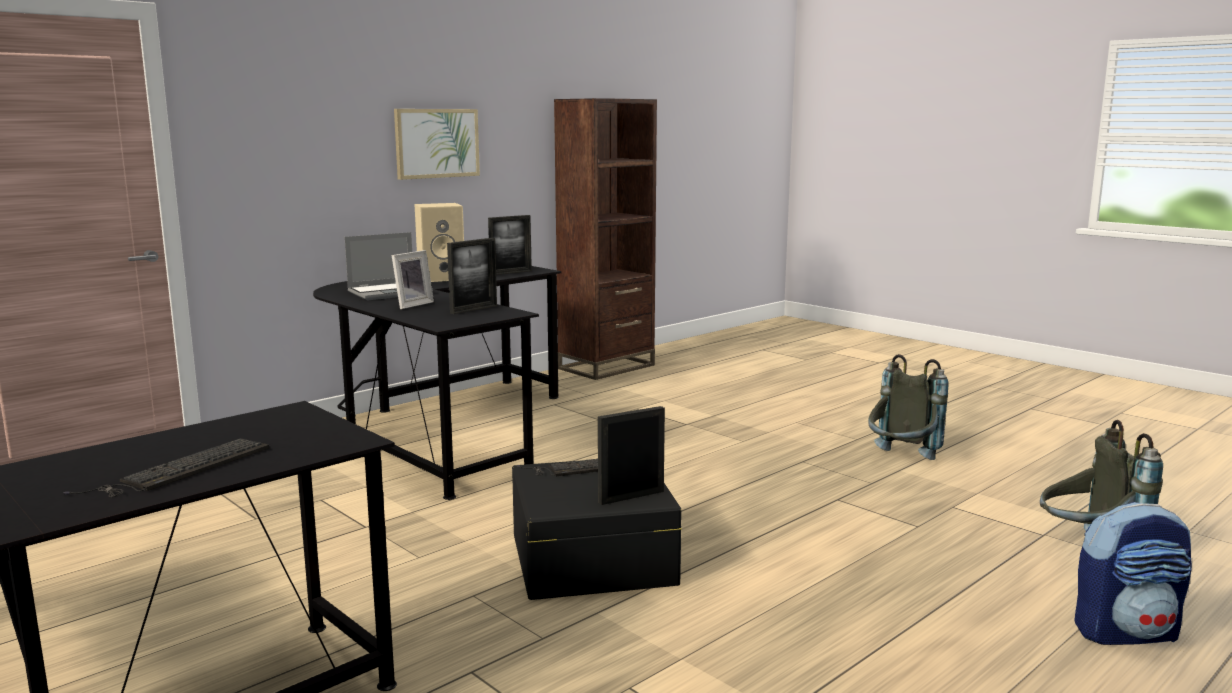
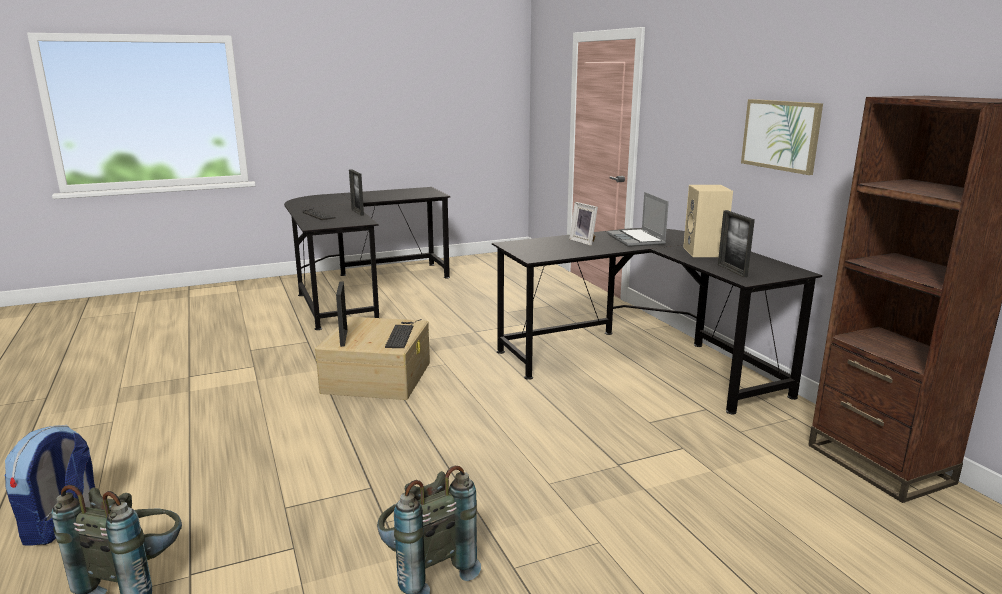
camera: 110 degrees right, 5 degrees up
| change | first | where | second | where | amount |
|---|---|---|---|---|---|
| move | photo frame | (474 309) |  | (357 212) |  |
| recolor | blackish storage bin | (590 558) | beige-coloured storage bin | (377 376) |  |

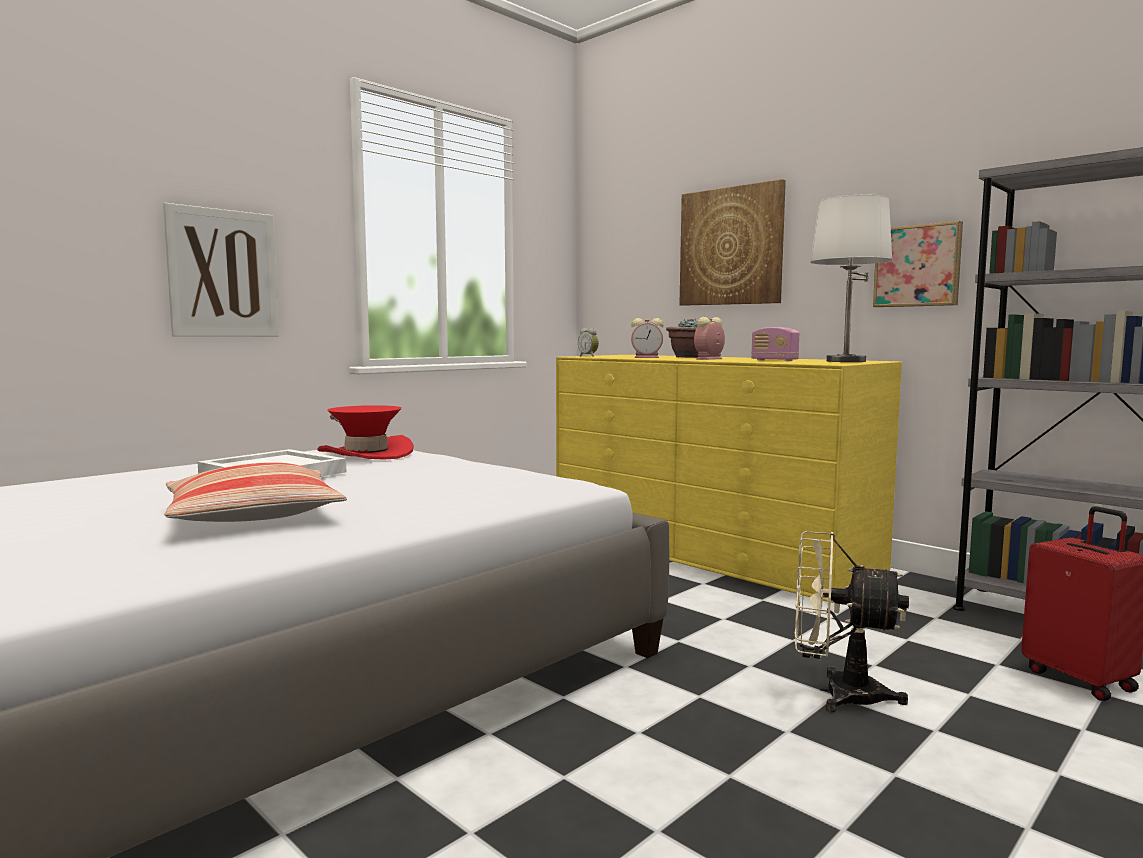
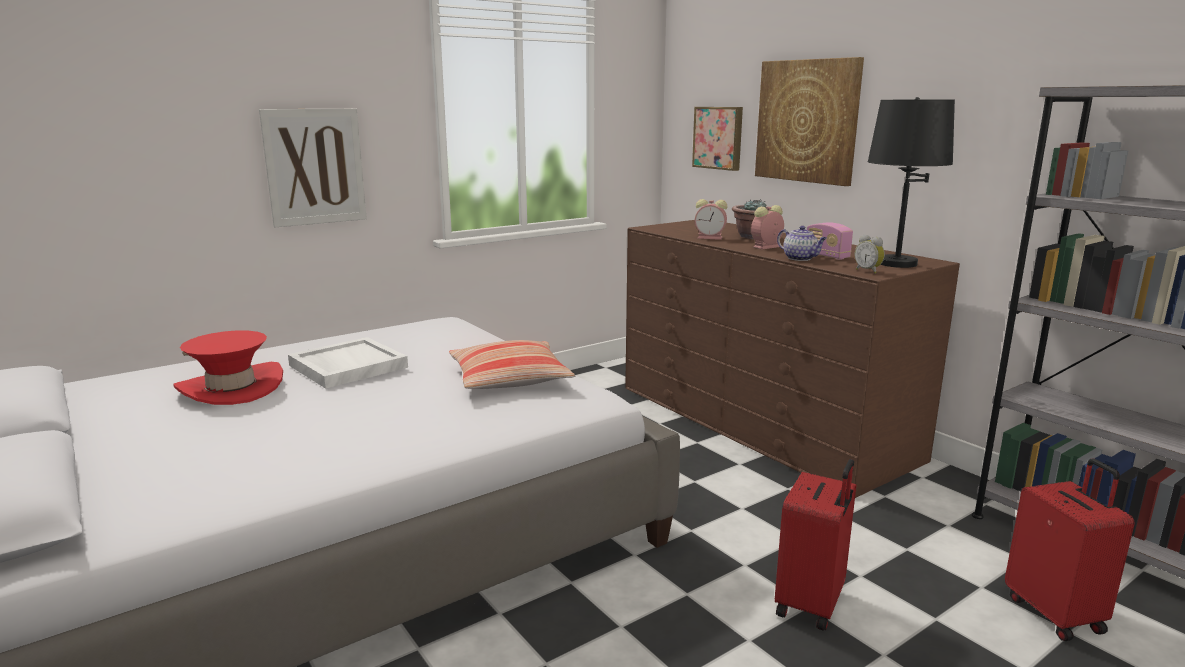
camera: 10 degrees right, 10 degrees up
| change | first | where | second | where | amount |
|---|---|---|---|---|---|
| recolor | white tabletop lamp | (846 361) | blackish tabletop lamp | (897 263) |  |
| move | wall art | (918 266) |  | (719 138) |  |
| move | table clock | (589 356) |  | (868 271) |  |
| recolor | yellow-coloured chest of drawers | (708 549) | brown chest of drawers | (760 421) |  |
| move | red hat | (366 454) |  | (231 388) |  |
| move | pillow | (254 515) |  | (510 379) |  |
| replace | beige-coloured fan | (837 693) | red piece of luggage | (811 604) |  |
| insert |  |  | pot for tea | (800 258) |  |

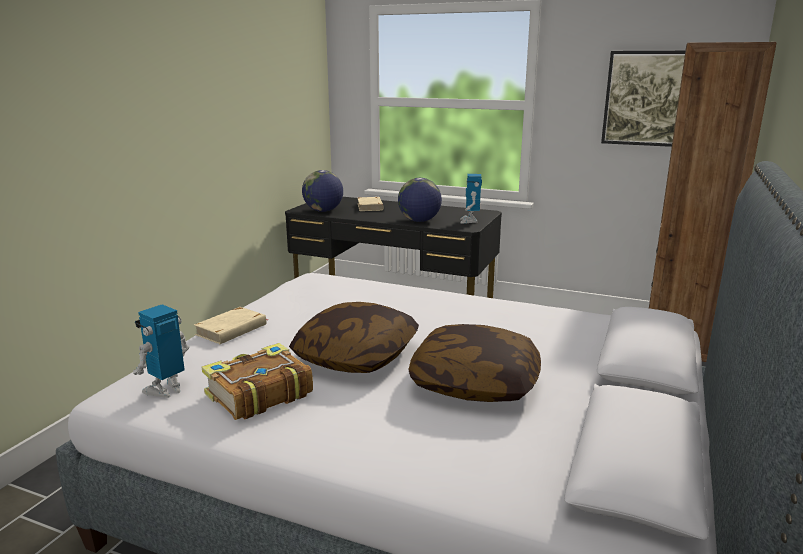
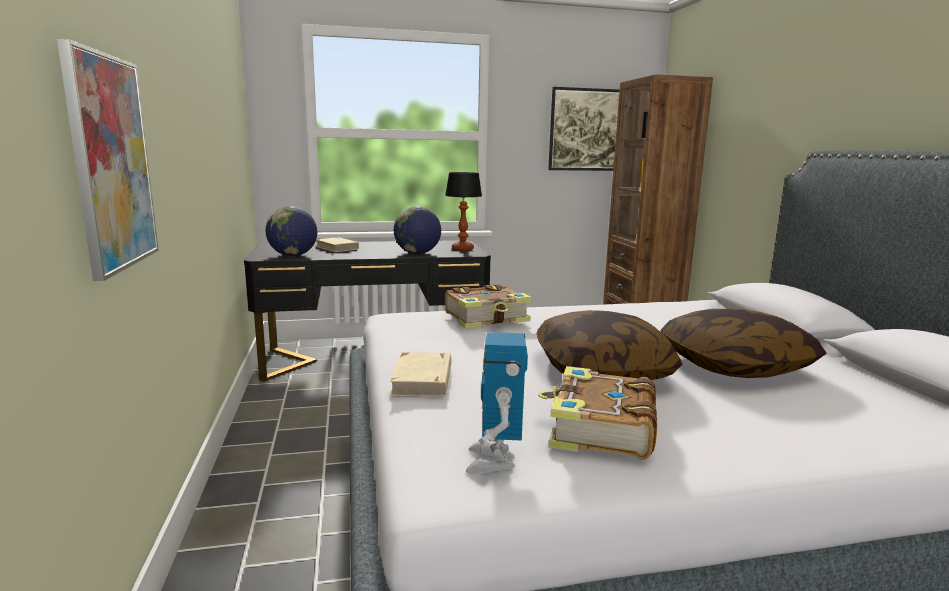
camera: 35 degrees left, 5 degrees down
| change | first | where | second | where | amount |
|---|---|---|---|---|---|
| replace | toy robot | (470 221) | tabletop lamp | (463 249) |  |
| insert |  |  | wall art | (111 163) |  |
| insert |  |  | volume | (487 318) |  |

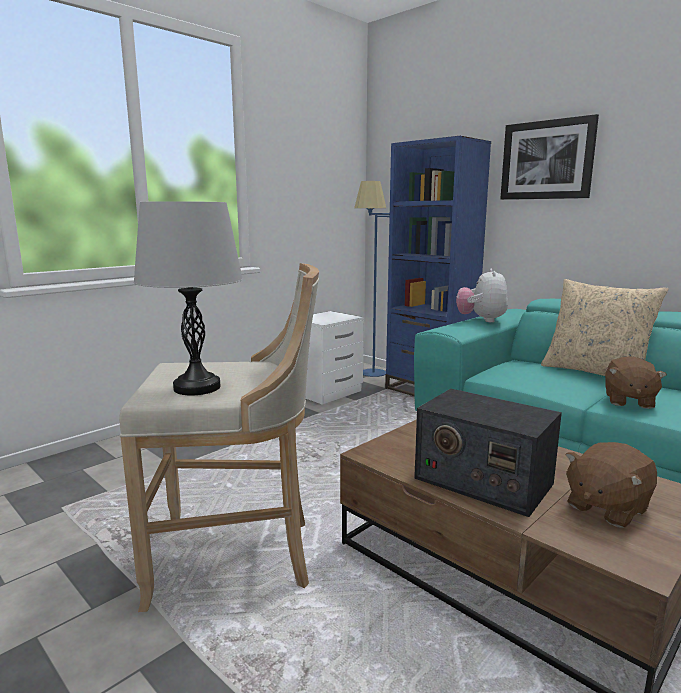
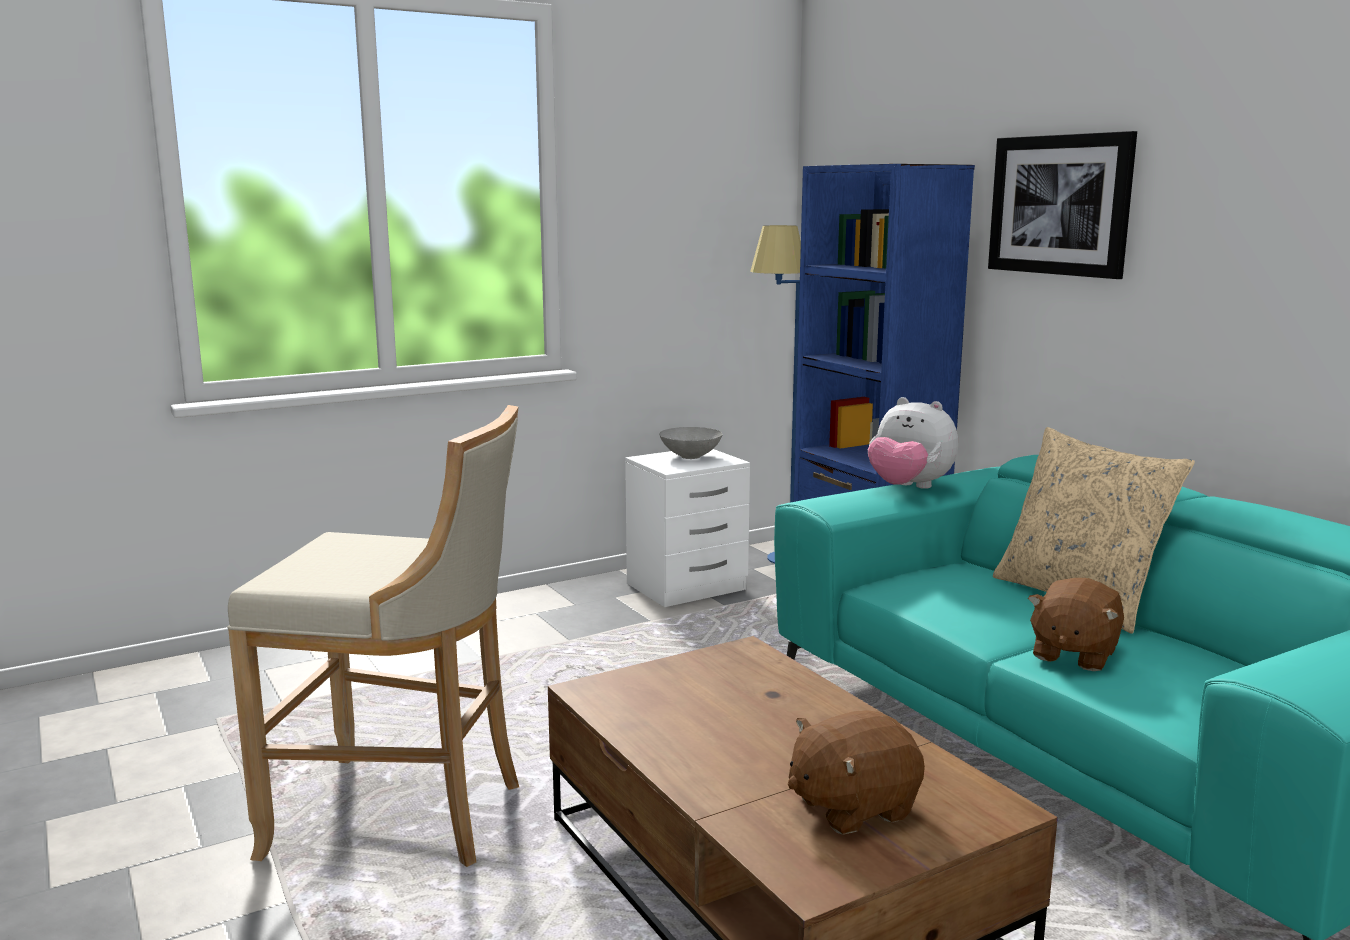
camera: 15 degrees right, 0 degrees up
| change | first | where | second | where | amount |
|---|---|---|---|---|---|
| delete | gray tabletop lamp | (197 387) |  |  |  |
| rotate | cuddly toy | (481 320) |  | (909 488) | 75 degrees counterclockwise |
| delete | radio receiver | (482 481) |  |  |  |
| insert |  |  | gray bowl | (690 457) |  |

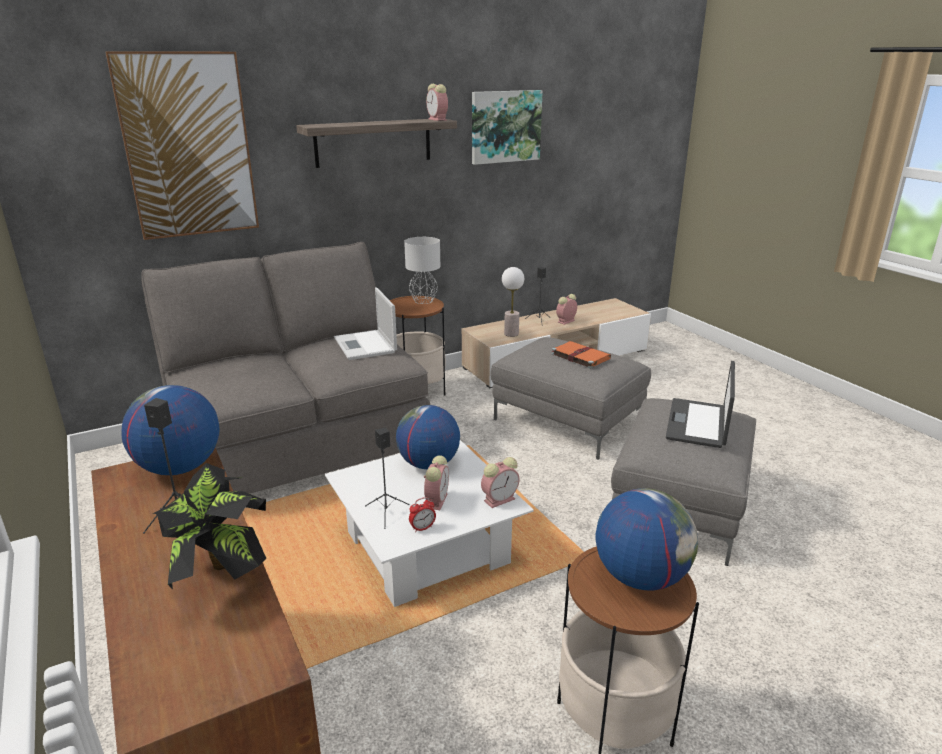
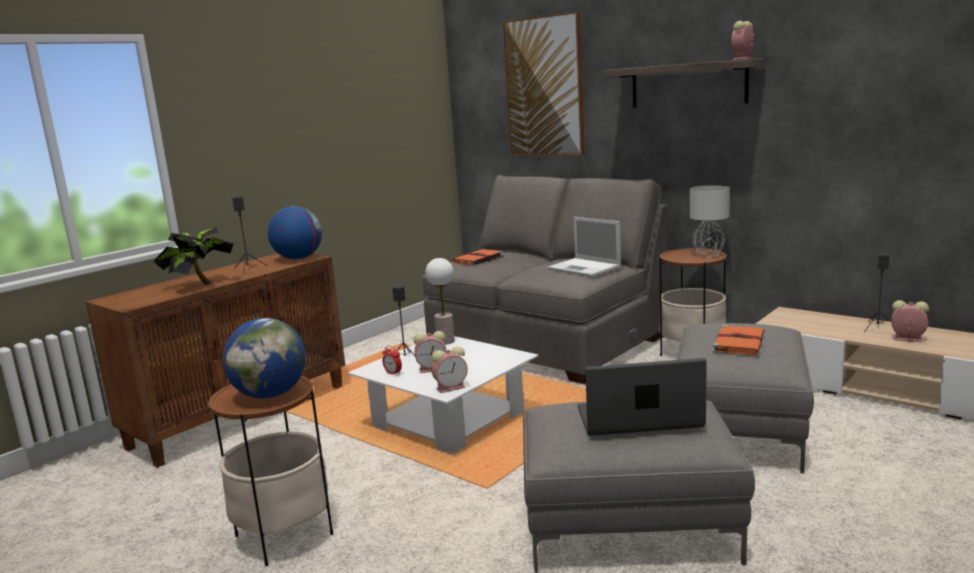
camera: 70 degrees right, 10 degrees down
| change | first | where | second | where | amount |
|---|---|---|---|---|---|
| delete | wall art | (505 126) |  |  |  |
| move | tabletop lamp | (511 334) |  | (445 341) |  |
| rotate | notebook computer | (365 346) |  | (585 268) | 90 degrees counterclockwise |
| delete | desk globe | (428 464) |  |  |  |
| rotate | table clock | (500 499) |  | (451 387) | 60 degrees counterclockwise |
| insert |  |  | orange-coloured volume | (477 260) |  |

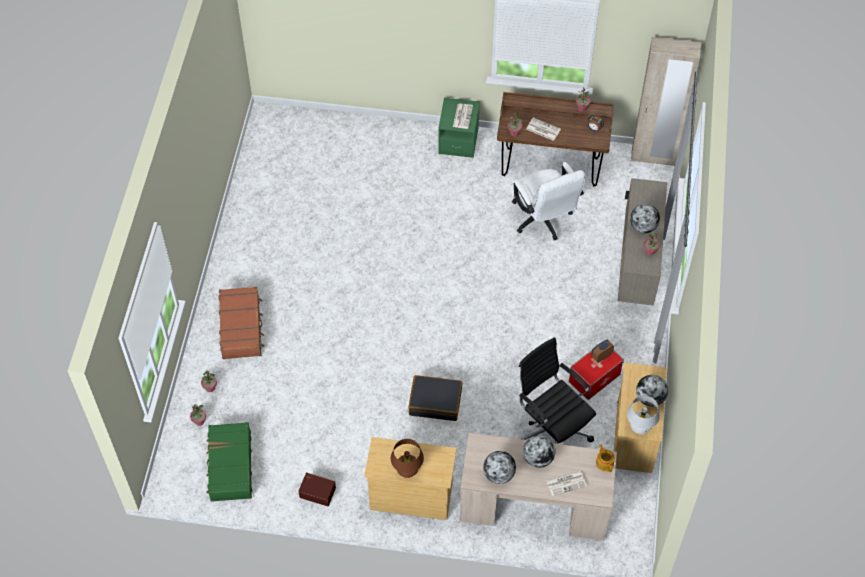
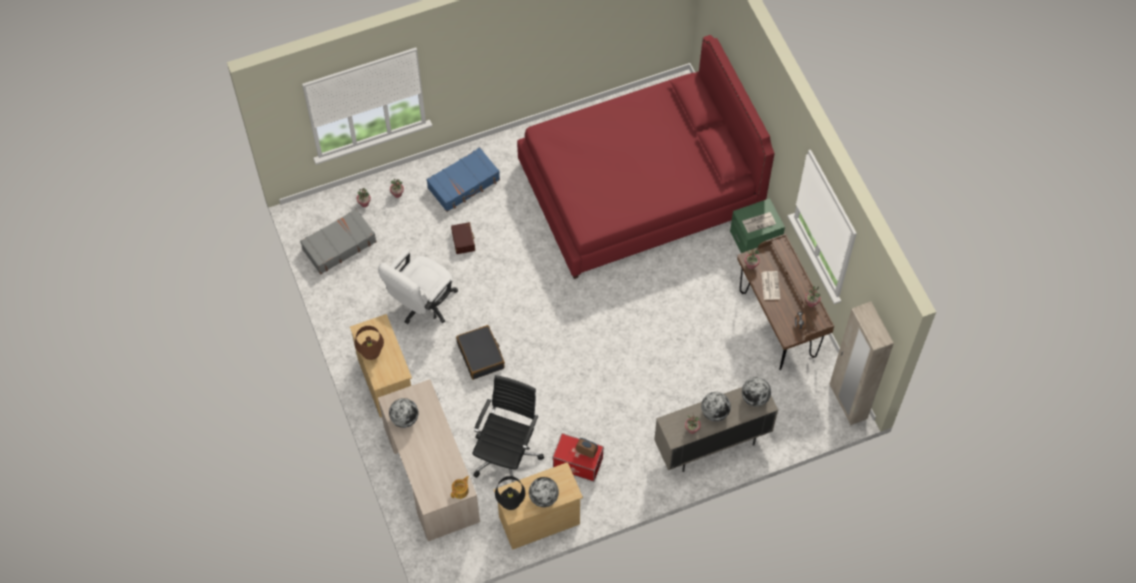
camera: 60 degrees right, 5 degrees up
| change | first | where | second | where | amount |
|---|---|---|---|---|---|
| move | white office chair | (543 221) |  | (422 305) |  |
| recolor | brown piece of luggage | (241 327) | bluish piece of luggage | (464 184) |  |
| recolor | white tabletop lamp | (640 427) | blackish tabletop lamp | (510 502) |  |
| recolor | greenish piece of luggage | (230 466) | gray piece of luggage | (339 245) |  |
| move | desk globe | (538 458) |  | (754 398) |  |
| delete | newspaper | (566 483) |  |  |  |
| move | brown storage bin | (317 491) |  | (464 241) |  |
| insert |  |  | red bed | (639 188) |  |

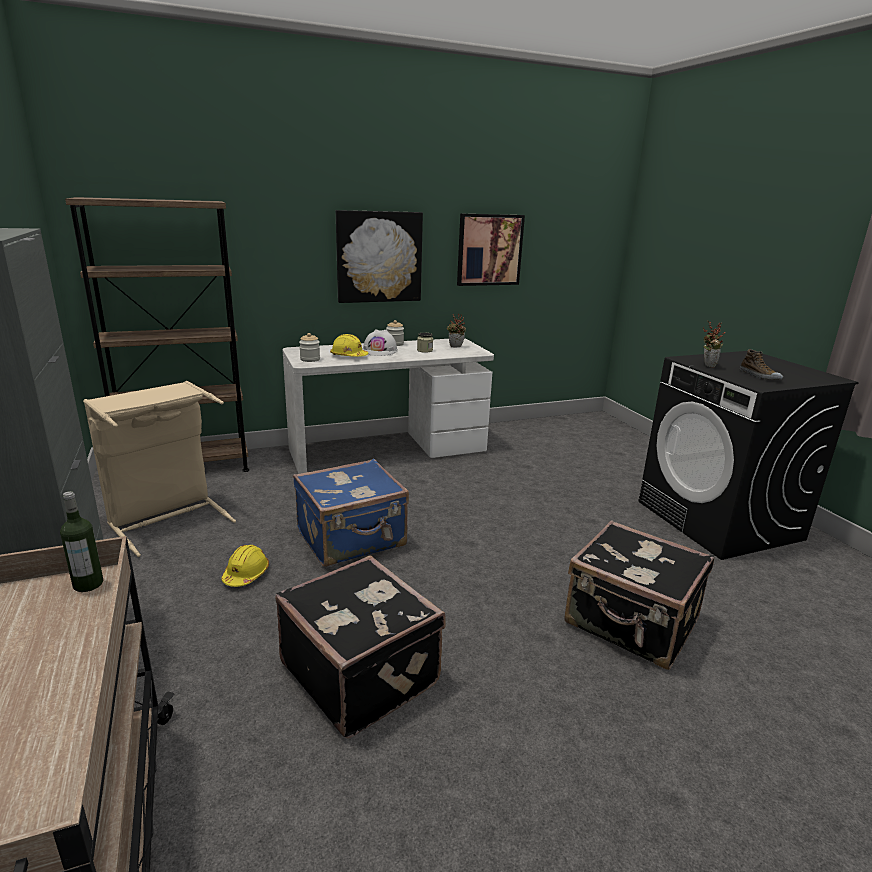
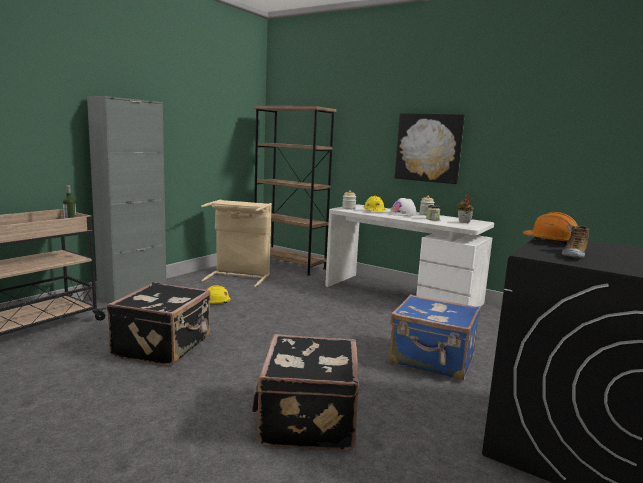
camera: 55 degrees right, 10 degrees down
| change | first | where | second | where | amount |
|---|---|---|---|---|---|
| delete | wall art | (489 250) |  |  |  |
| replace | houseplant | (707 365) | orange-coloured hard hat | (551 242) |  |
| move | bluish piece of luggage | (352 539) |  | (432 360) |  |

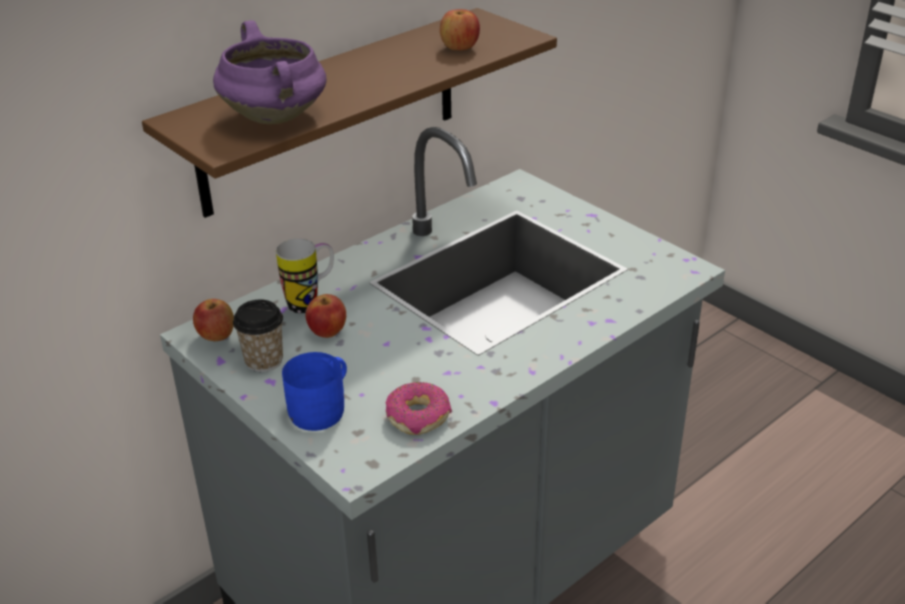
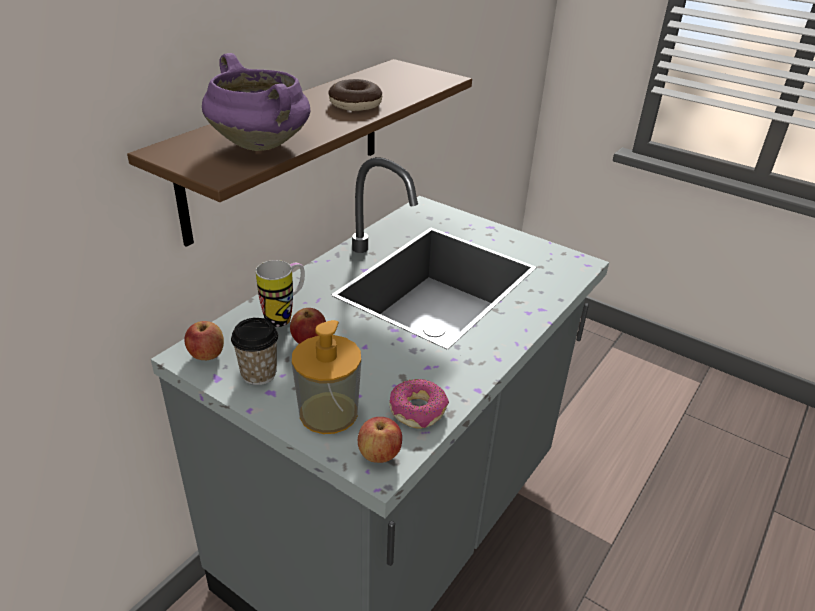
camera: 15 degrees left, 0 degrees up
| change | first | where | second | where | amount |
|---|---|---|---|---|---|
| move | whole apple | (460 48) |  | (379 455) |  |
| replace | bluish coffee mug | (323 408) | soap dispenser | (328 413) |  |
| insert |  |  | ring doughnut | (355 104) |  |

